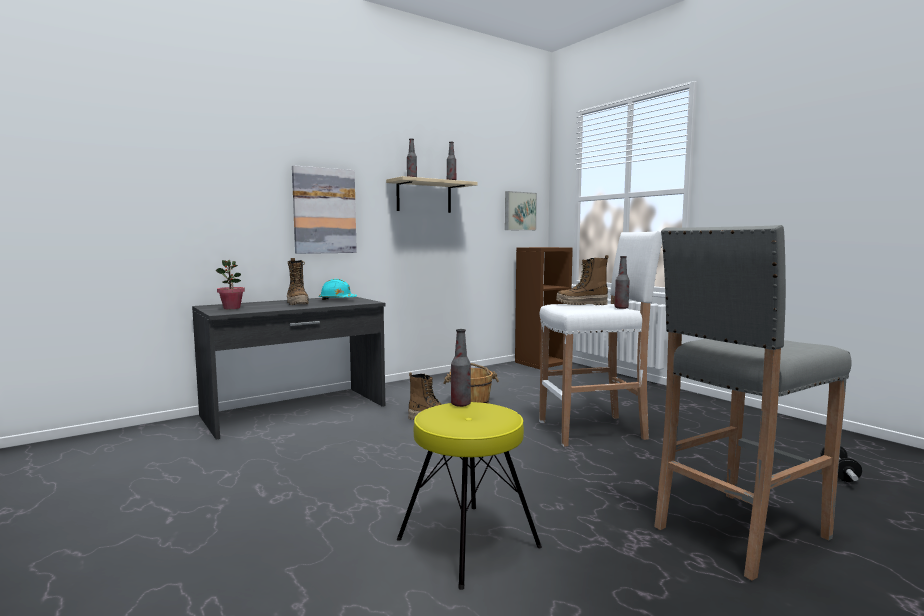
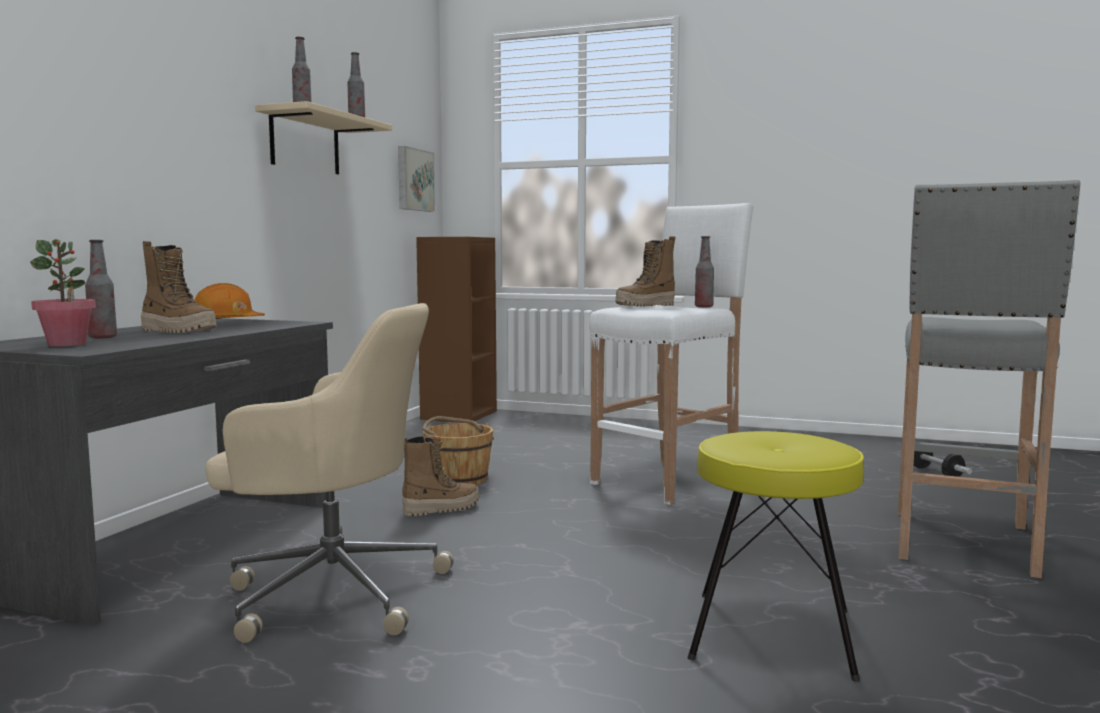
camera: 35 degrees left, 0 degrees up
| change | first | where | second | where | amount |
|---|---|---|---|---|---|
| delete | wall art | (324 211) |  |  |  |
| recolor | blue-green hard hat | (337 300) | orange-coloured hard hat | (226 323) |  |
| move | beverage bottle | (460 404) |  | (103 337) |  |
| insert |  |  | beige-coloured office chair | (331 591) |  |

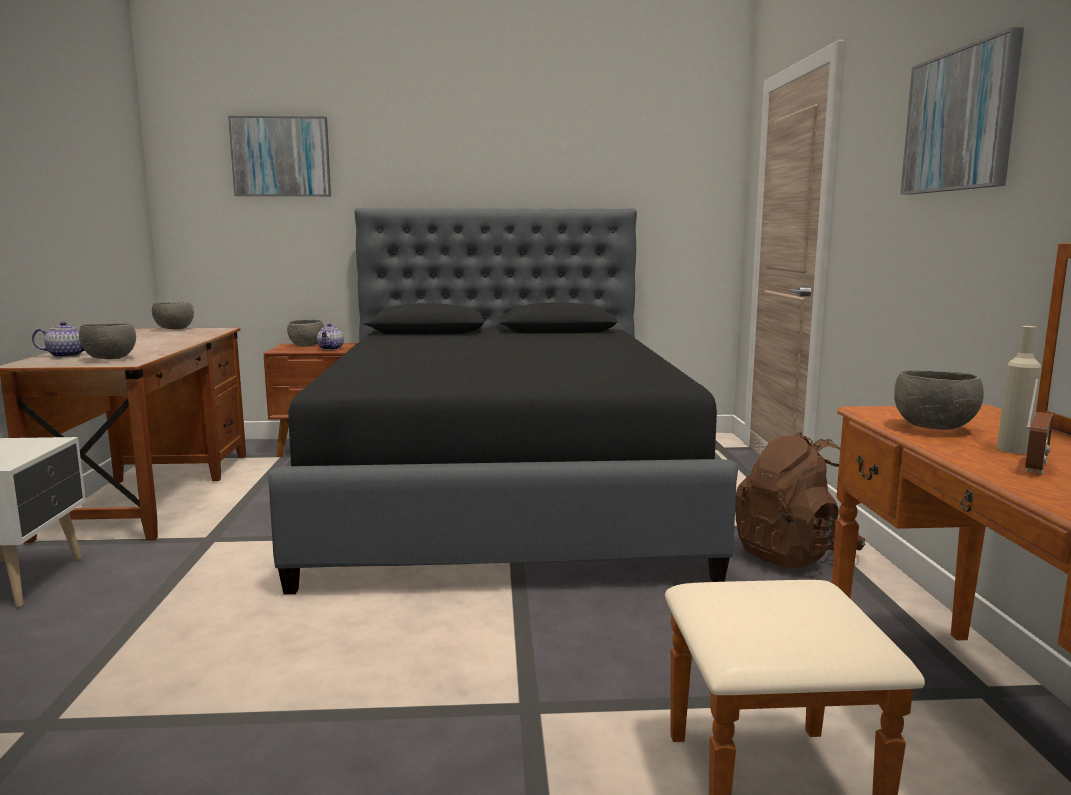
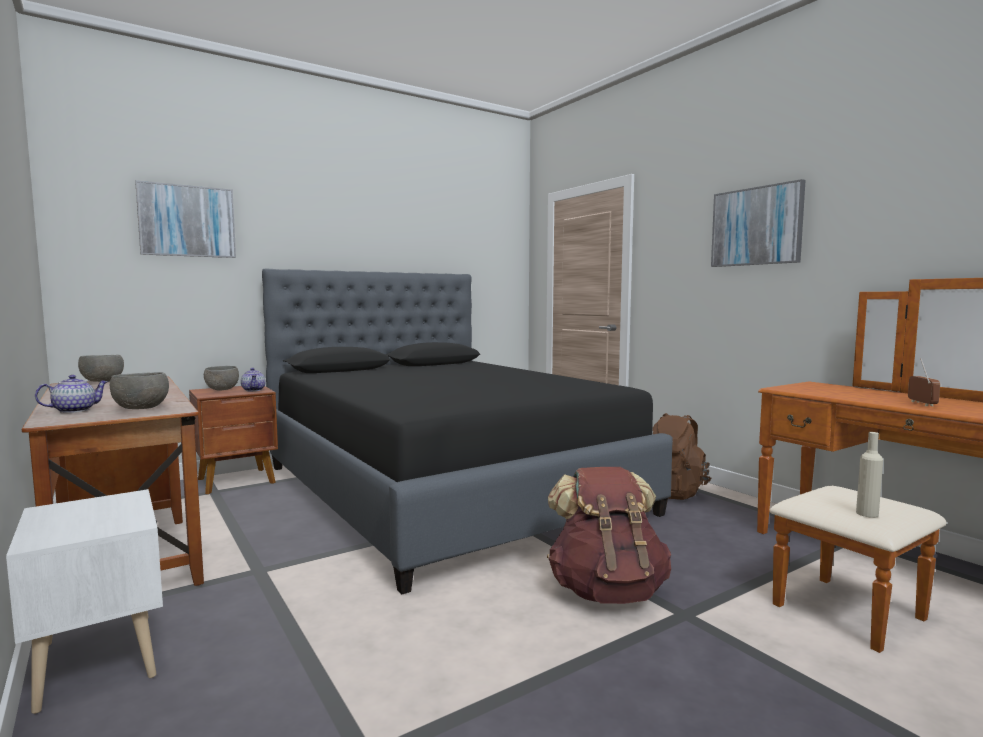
camera: 30 degrees left, 5 degrees down
| change | first | where | second | where | amount |
|---|---|---|---|---|---|
| move | beige-coloured beverage bottle | (1013 450) |  | (867 514) |  |
| delete | gray bowl | (935 428) |  |  |  |
| insert |  |  | brown rucksack | (607 591) |  |

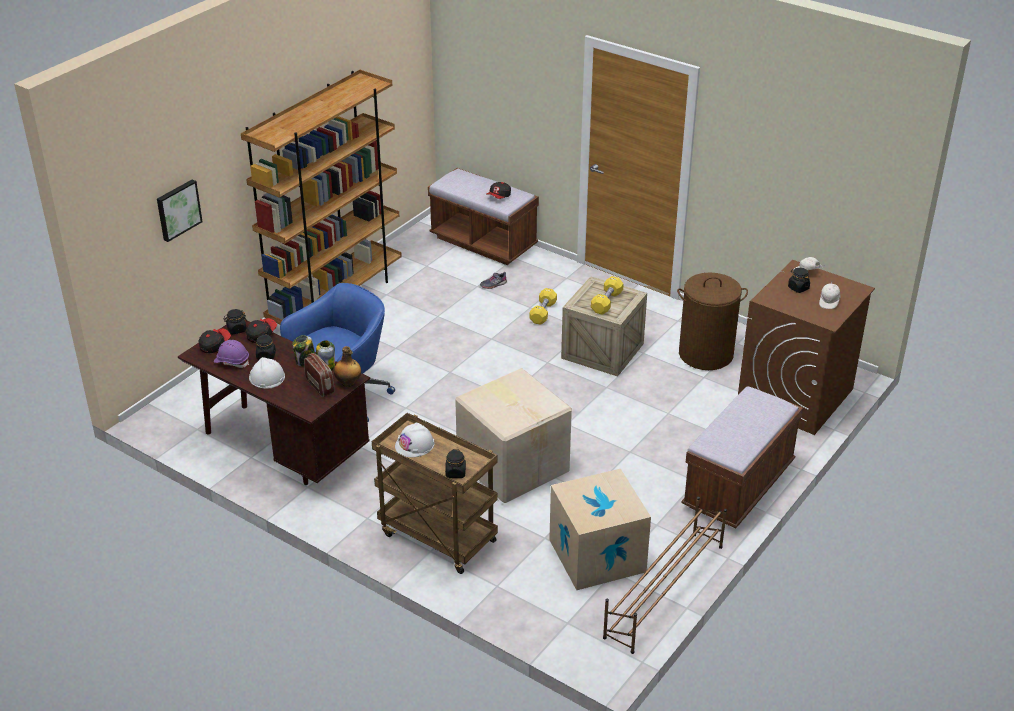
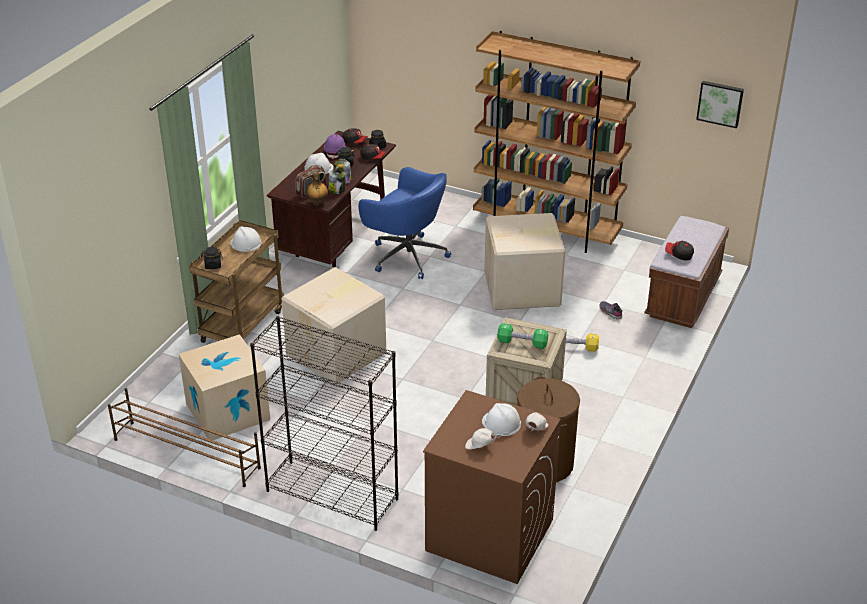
camera: 80 degrees right, 0 degrees up
| change | first | where | second | where | amount |
|---|---|---|---|---|---|
| move | wall art | (177 209) |  | (720 103) |  |
| replace | blackish preserve jar | (798 288) | white hard hat | (501 423) |  |
| recolor | yellow-coloured hand weight | (606 302) | greenish hand weight | (522 343) |  |
| replace | brown bench | (738 487) | blackish bookshelf | (331 495) |  |
| insert |  |  | cardboard box | (523 289) |  |

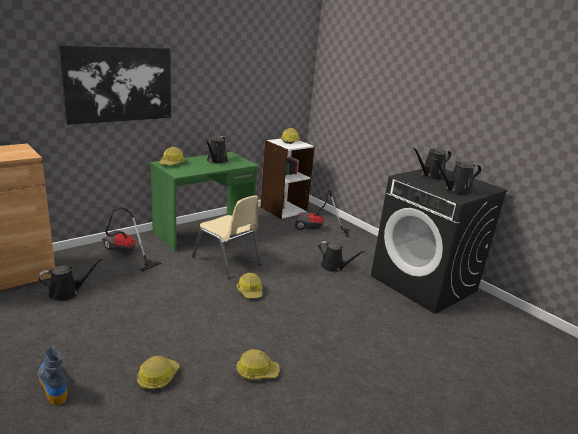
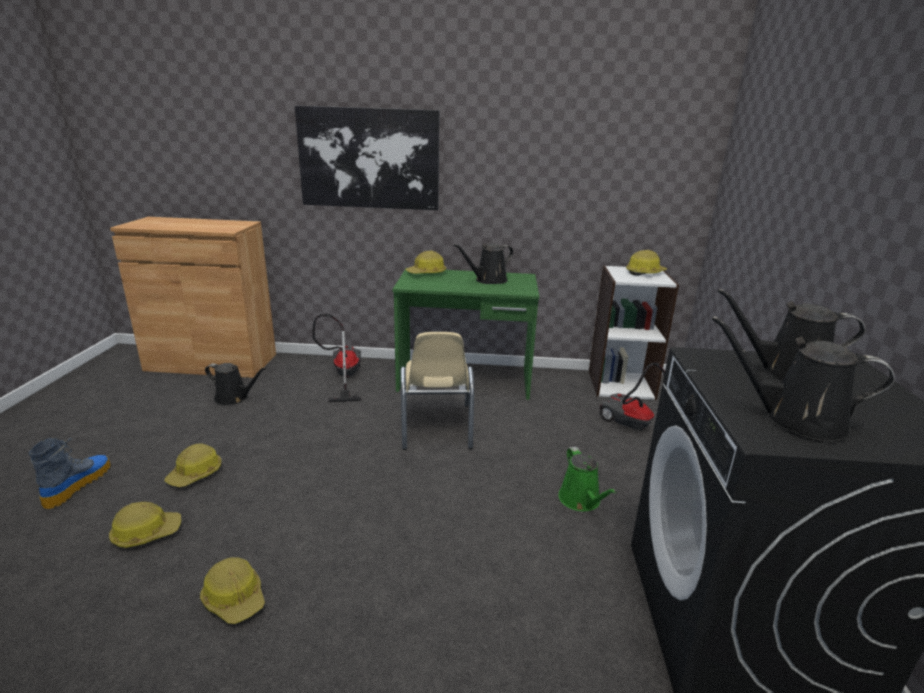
camera: 45 degrees right, 0 degrees up
| change | first | where | second | where | amount |
|---|---|---|---|---|---|
| recolor | blackish sprinkling can | (334 267) | greenish sprinkling can | (581 500) |  |
| move | hard hat | (250 291) |  | (196 474) |  |

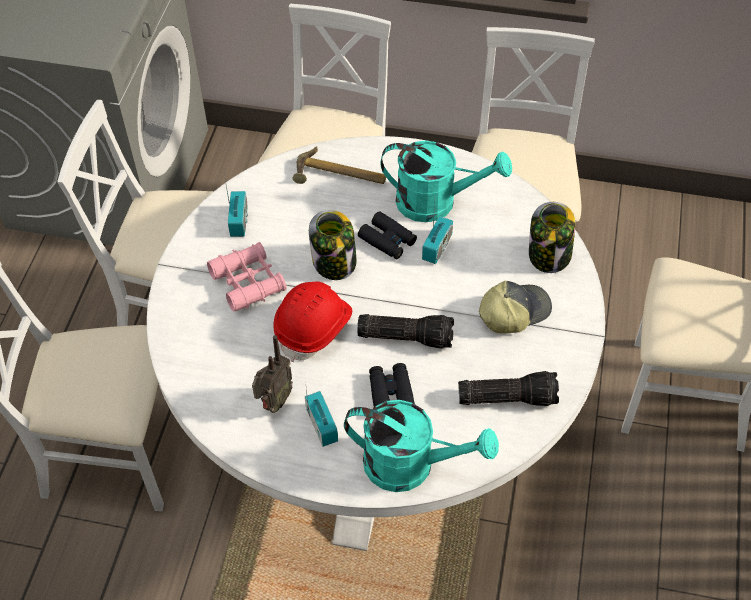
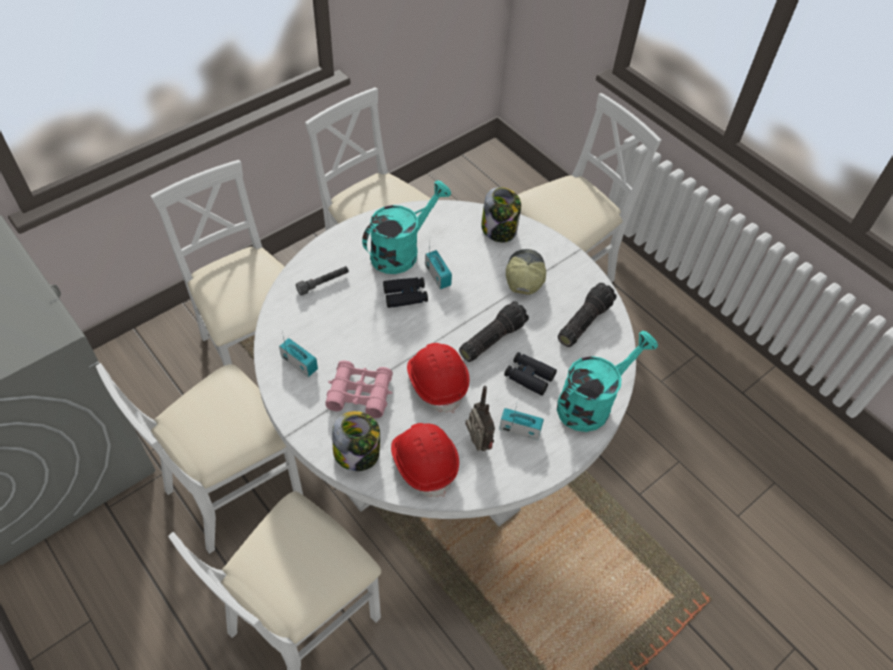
camera: 55 degrees left, 0 degrees up
| change | first | where | second | where | amount |
|---|---|---|---|---|---|
| replace | hand hammer | (339 177) | gray torch | (323 283) |  |
| move | preserve jar | (334 262) |  | (357 453) |  |
| insert |  |  | red hard hat | (424 462) |  |

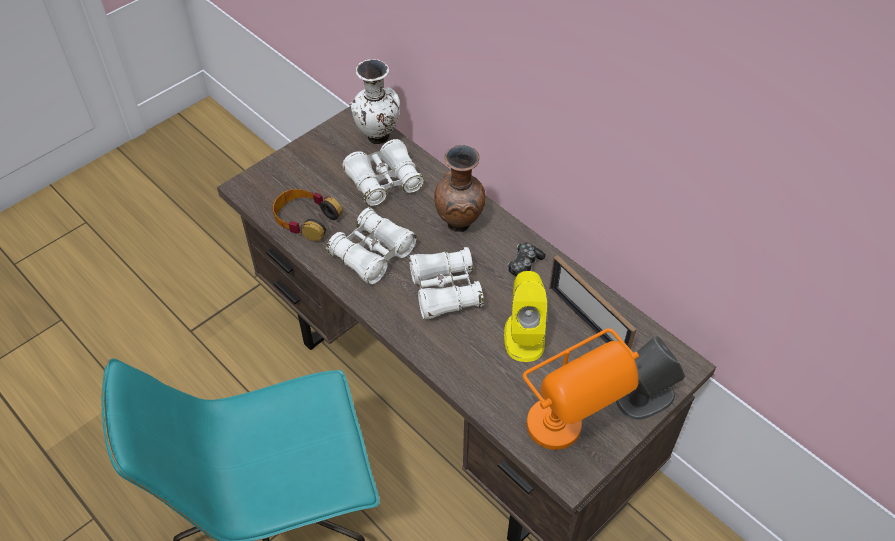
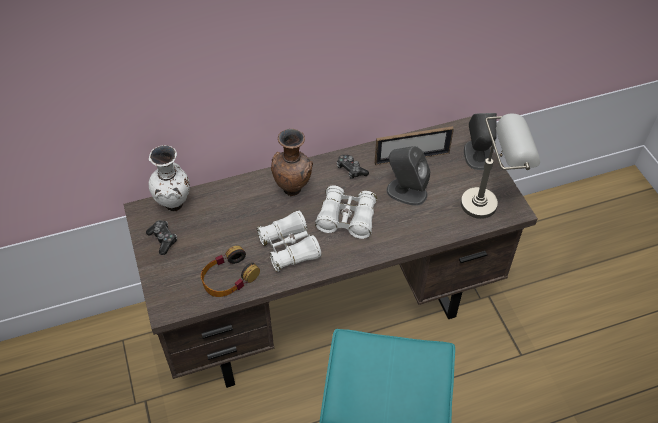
camera: 65 degrees left, 0 degrees up
| change | first | where | second | where | amount |
|---|---|---|---|---|---|
| delete | white binoculars | (384 182) |  |  |  |
| recolor | yellow-coloured audio speaker | (524 336) | gray audio speaker | (406 192) |  |
| recolor | orange-coloured tabletop lamp | (566 439) | gray tabletop lamp | (491 202) |  |
| insert |  |  | game controller | (163 239) |  |

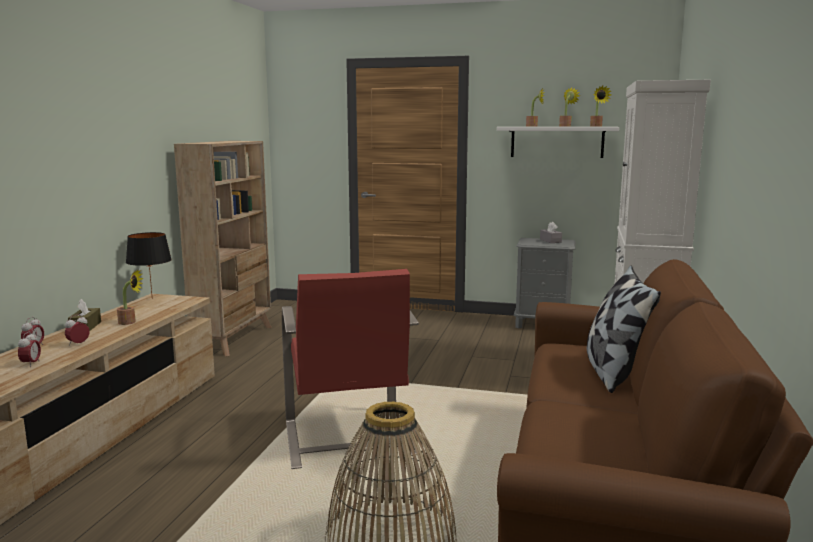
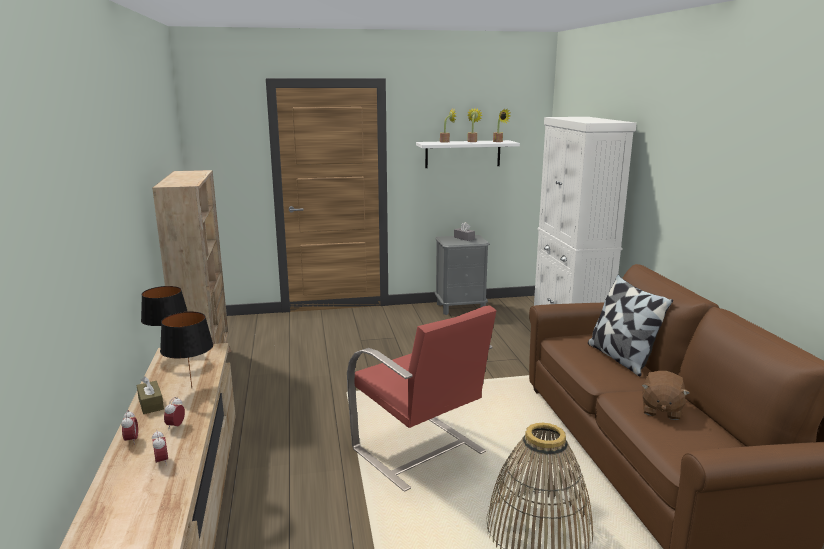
camera: 25 degrees left, 5 degrees up
| change | first | where | second | where | amount |
|---|---|---|---|---|---|
| replace | houseplant | (130 322) | blackish tabletop lamp | (191 388) |  |
| insert |  |  | brown cuddly toy | (660 410) |  |

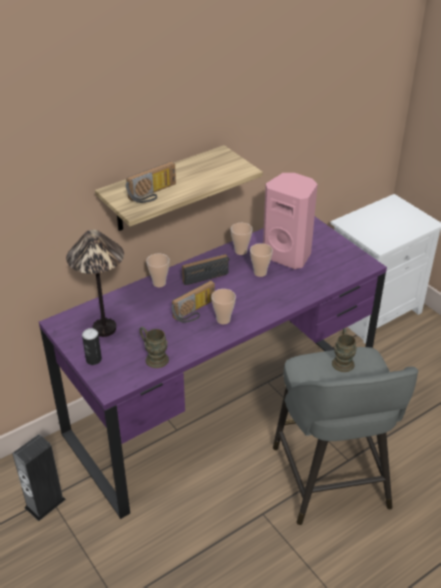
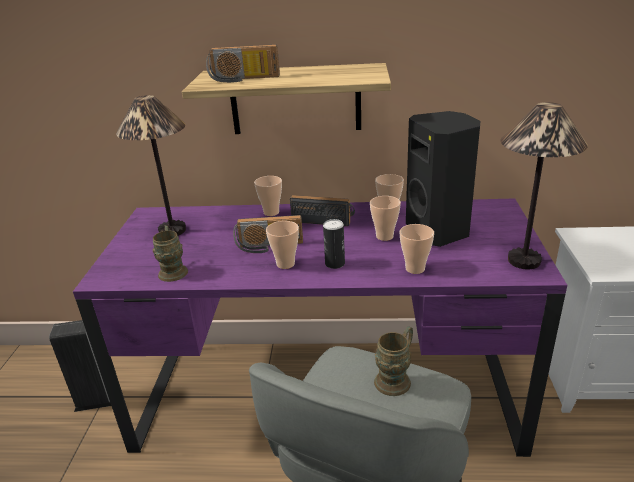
camera: 40 degrees right, 10 degrees down
| change | first | where | second | where | amount |
|---|---|---|---|---|---|
| recolor | pinkish audio speaker | (288 255) | blackish audio speaker | (439 231) |  |
| move | sealed can | (93 359) |  | (335 263) |  |
| insert |  |  | tabletop lamp | (524 260) |  |
| insert |  |  | drinking cup | (415 269) |  |

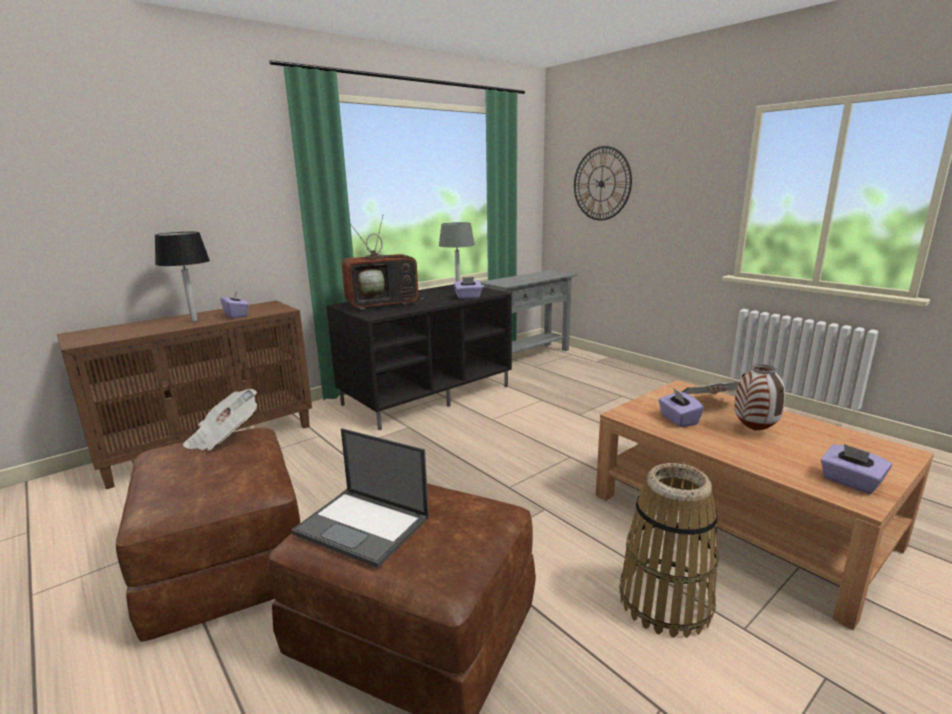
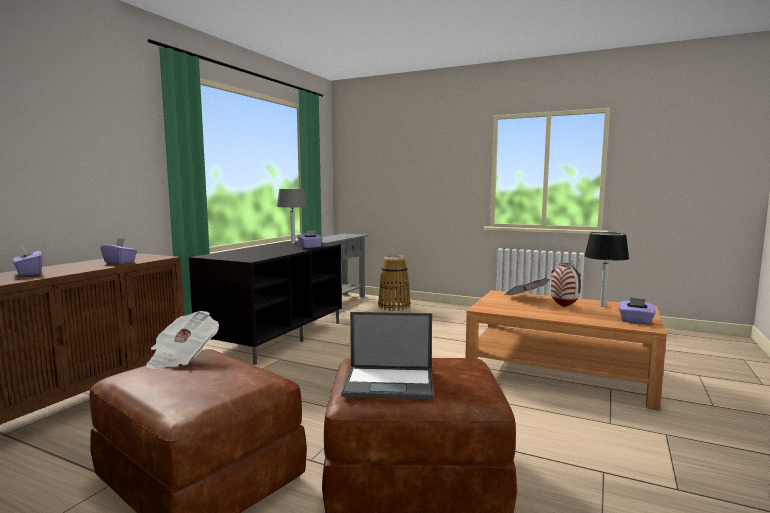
camera: 25 degrees left, 10 degrees down
| change | first | where | second | where | amount |
|---|---|---|---|---|---|
| delete | clock on the wall | (601 183) |  |  |  |
| delete | TV | (383 304) |  |  |  |
| move | blackish tabletop lamp | (194 320) |  | (602 306) |  |
| move | purplish tissue box | (678 419) |  | (29 273) |  |
| move | household basket | (665 601) |  | (394 307) |  |

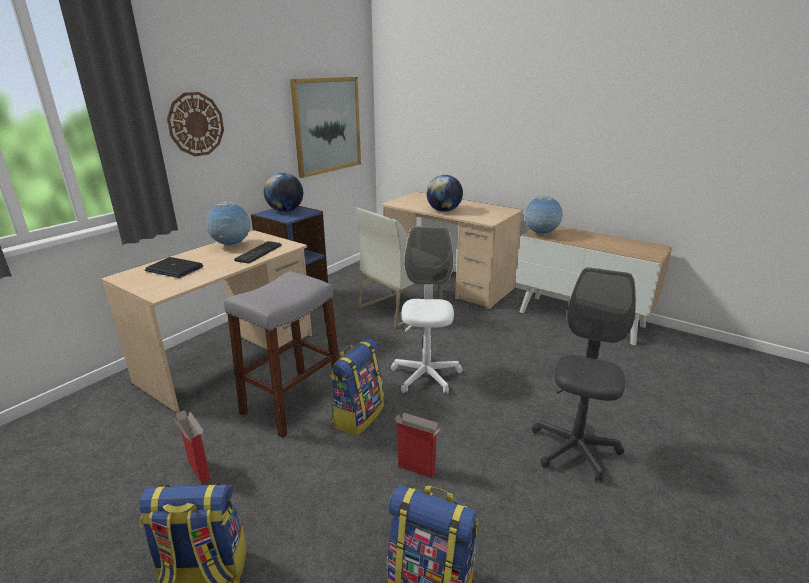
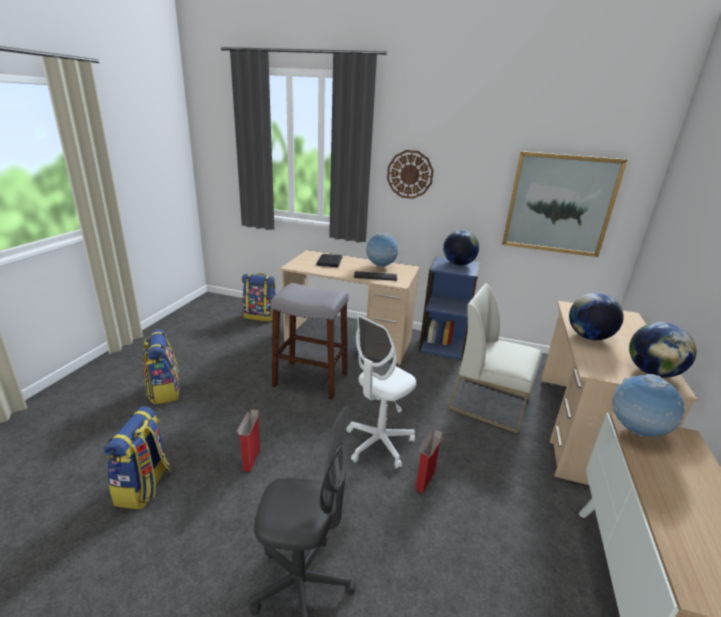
camera: 70 degrees right, 0 degrees up
| change | first | where | second | where | amount |
|---|---|---|---|---|---|
| rotate | white office chair | (426 376) |  | (379 443) | 150 degrees clockwise |
| move | rucksack | (358 416) |  | (261 316) |  |
| move | cardboard box | (199 470) |  | (425 480) |  |
| insert |  |  | desk globe | (652 372) |  |

